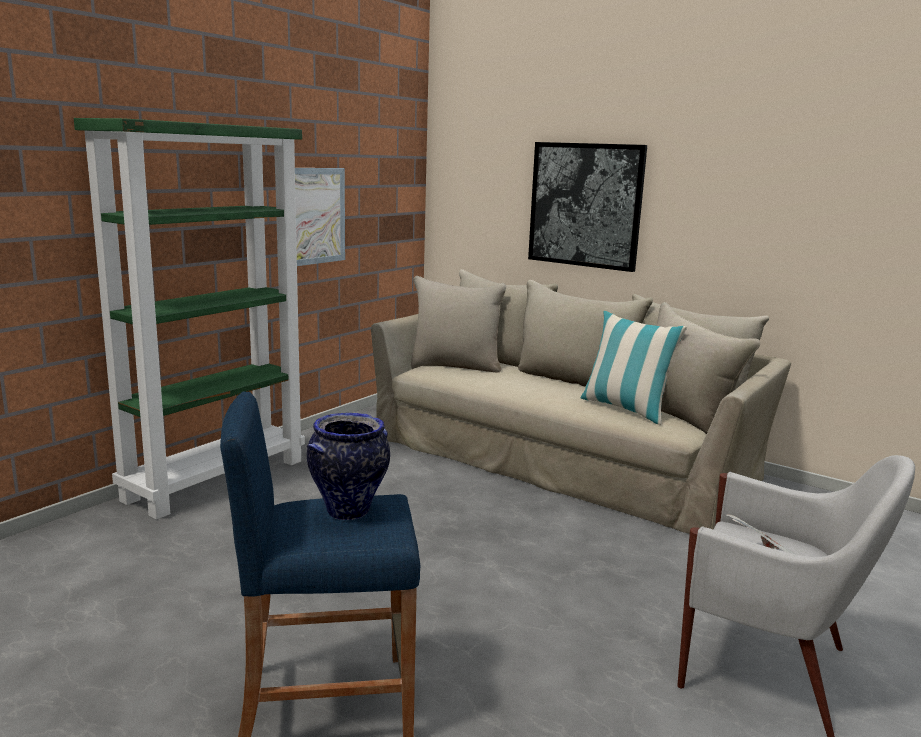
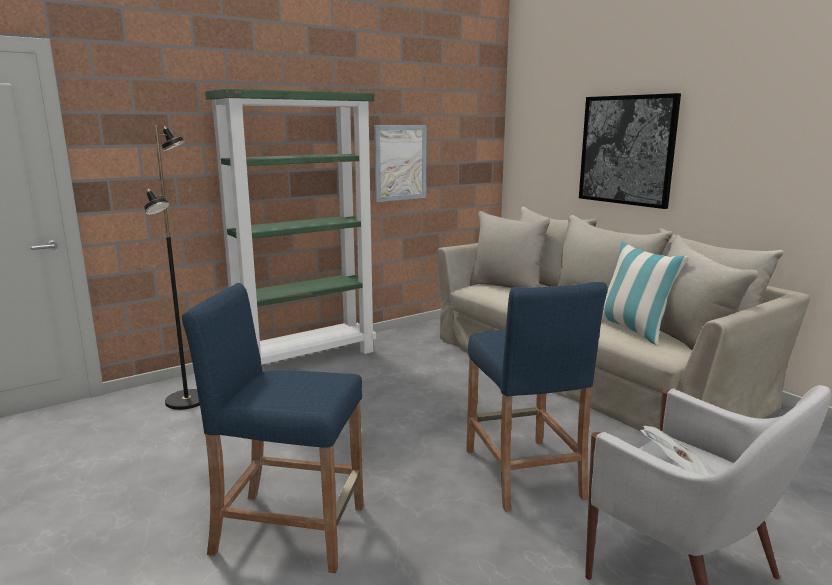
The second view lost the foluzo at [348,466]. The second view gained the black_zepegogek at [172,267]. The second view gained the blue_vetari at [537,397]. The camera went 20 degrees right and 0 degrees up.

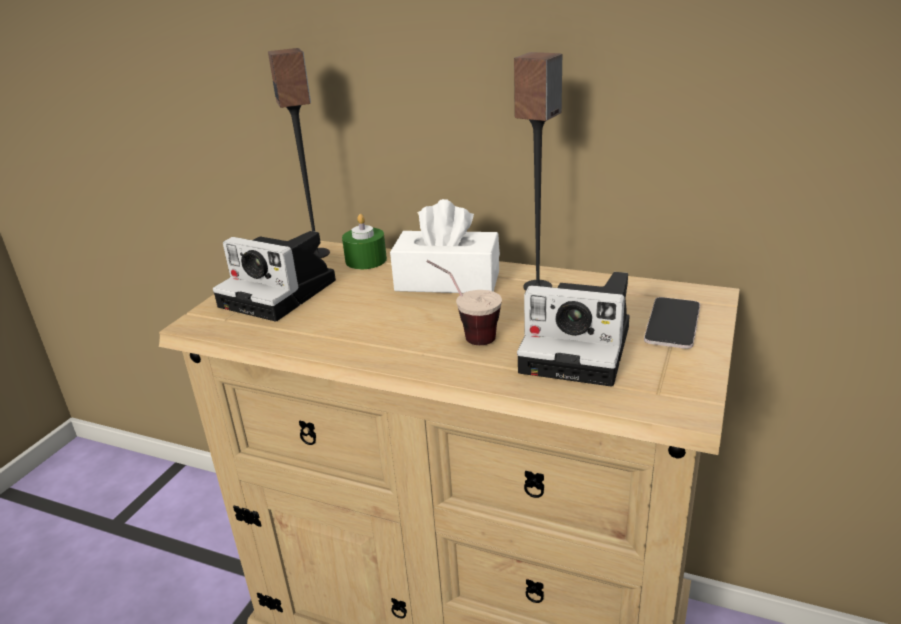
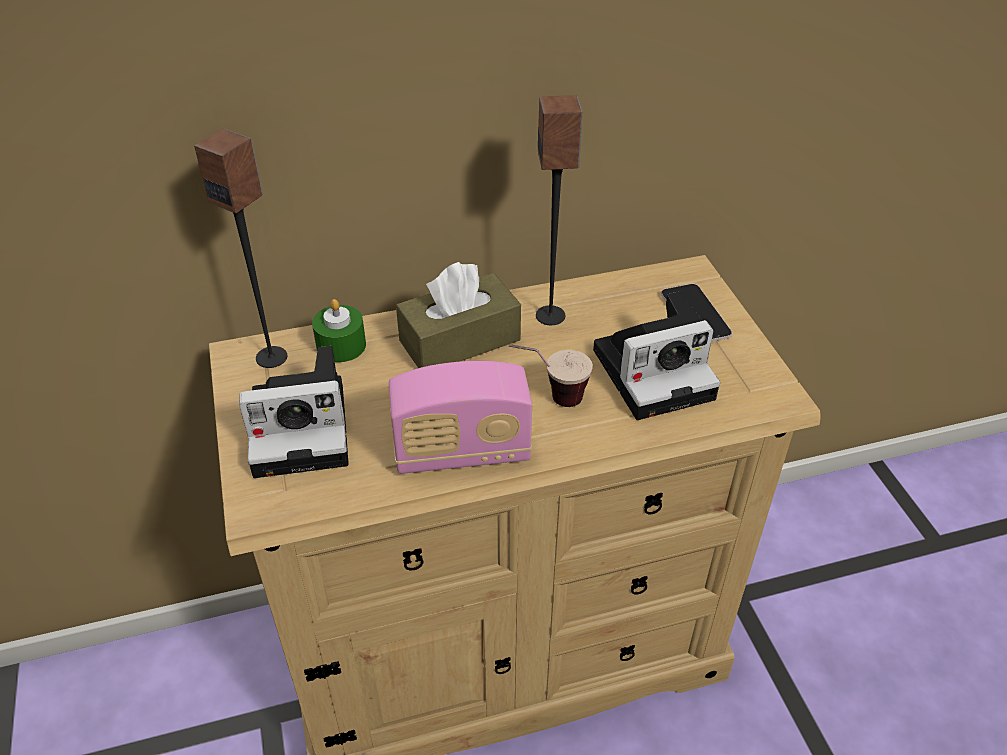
What was the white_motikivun at [445,246] turned into the brown_motikivun at [458,315]. The second view gained the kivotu at [460,417]. The camera went 40 degrees left and 15 degrees up.

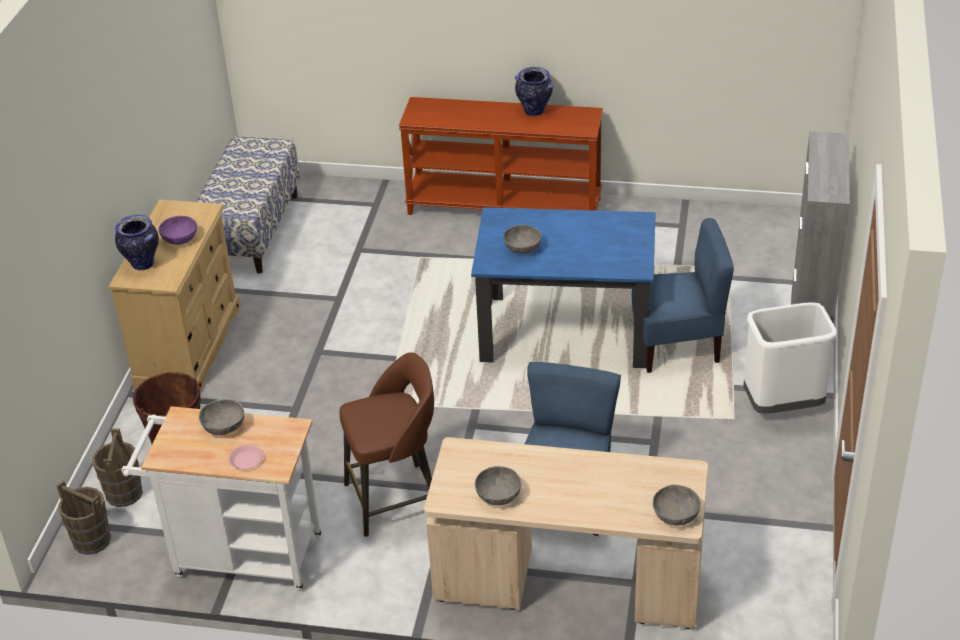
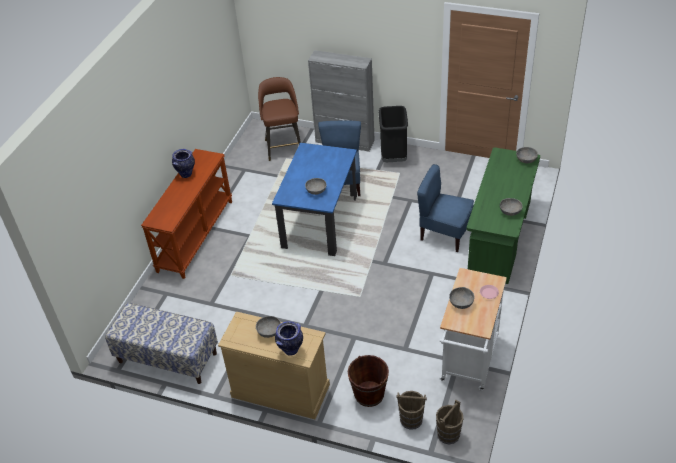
What was the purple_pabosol at [177,230] turned into the grey_pabosol at [268,327]. What was the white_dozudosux at [790,358] turned into the black_dozudosux at [393,134]. The brown_vetari ended up elsewhere, having gone from [387,445] to [279,119]. What was the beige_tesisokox at [566,533] turned into the green_tesisokox at [503,215]. The camera went 80 degrees left and 5 degrees up.

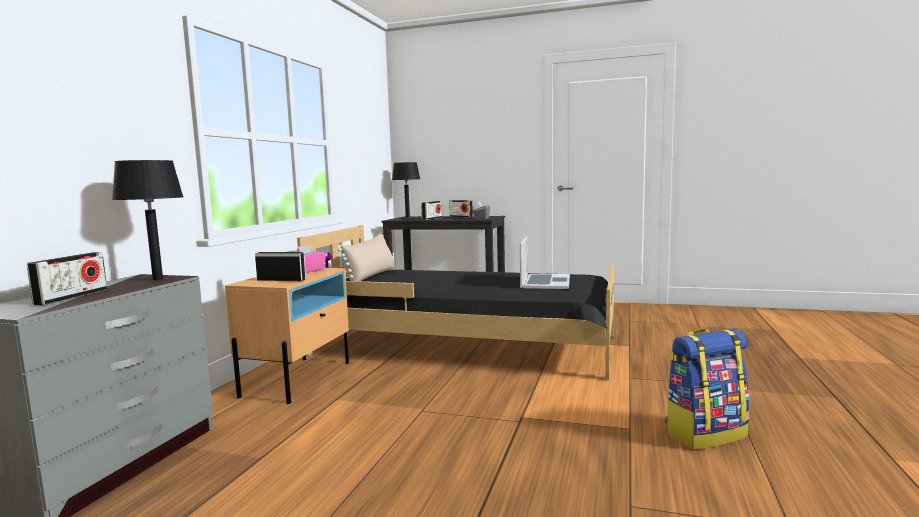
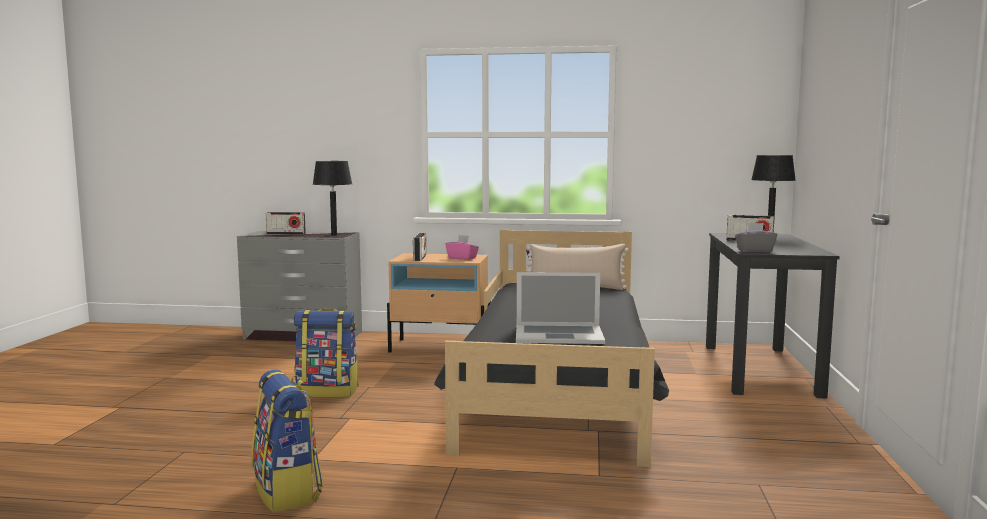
The second view lost the kivotu at [461,209]. The second view gained the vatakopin at [326,352]. The camera went 80 degrees right and 0 degrees up.

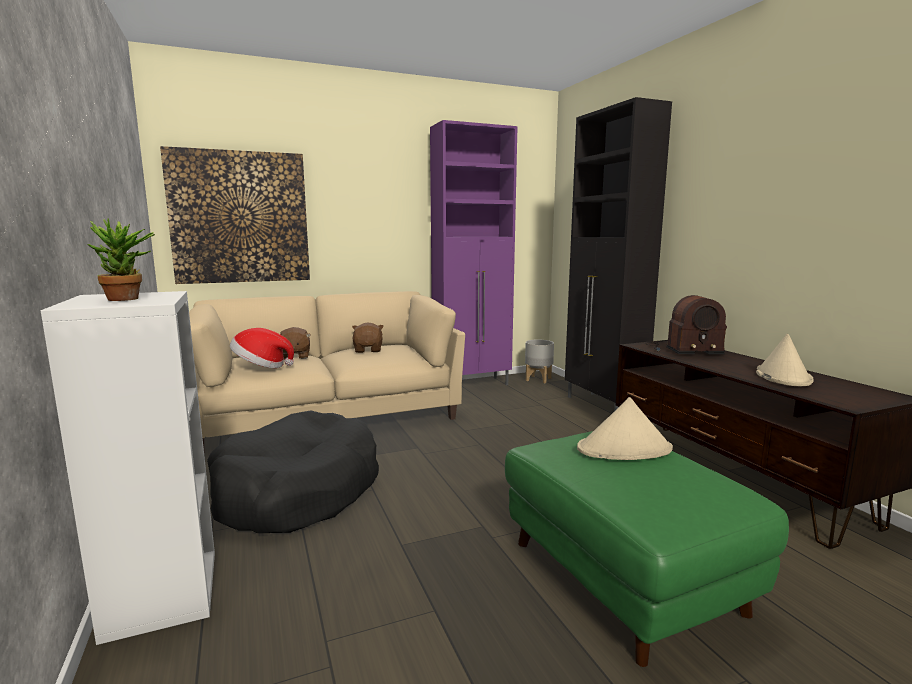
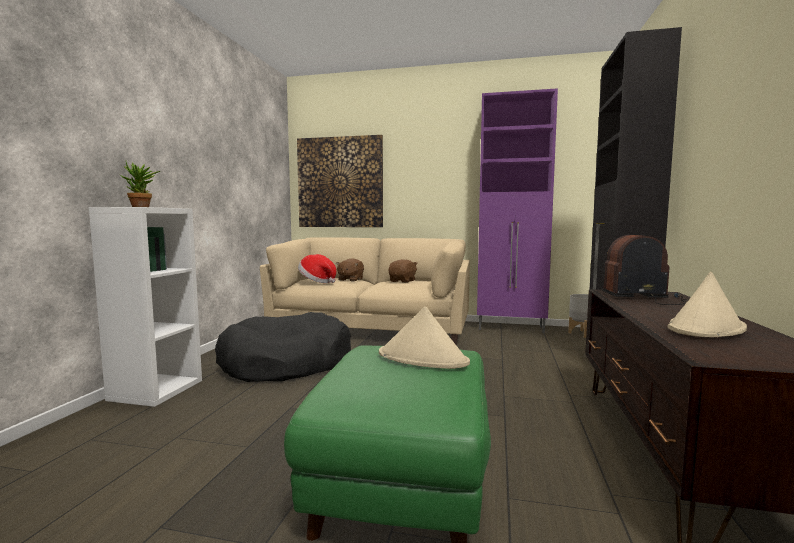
The kivotu at [686,324] ended up facing another way, 150 degrees clockwise from before. The camera went 35 degrees right and 5 degrees down.

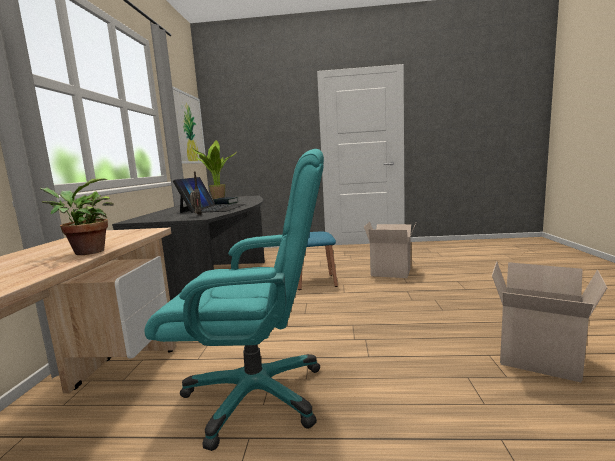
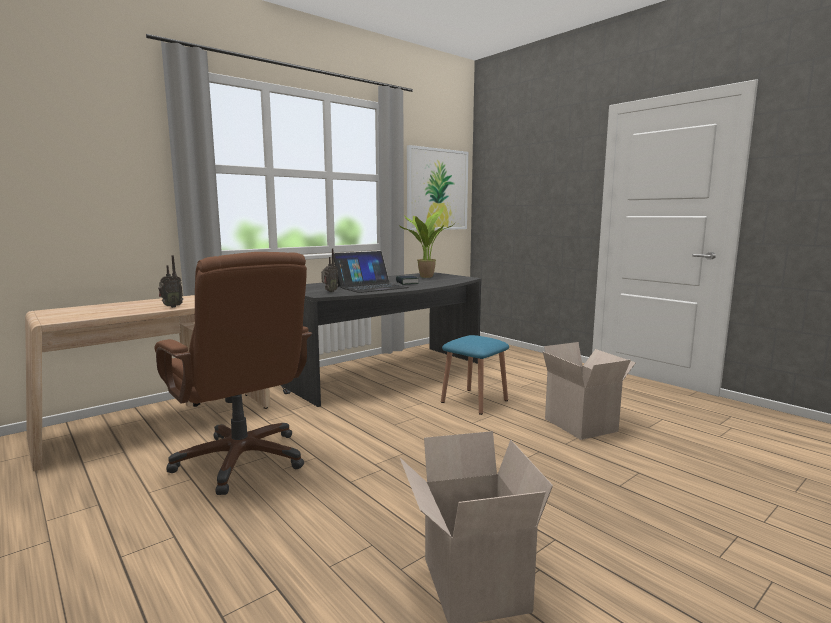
What was the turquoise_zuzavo at [234,300] turned into the brown_zuzavo at [233,373]. Where the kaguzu stood at [77,216], the kivotu came to stand at [170,281]. The camera went 45 degrees right and 0 degrees up.

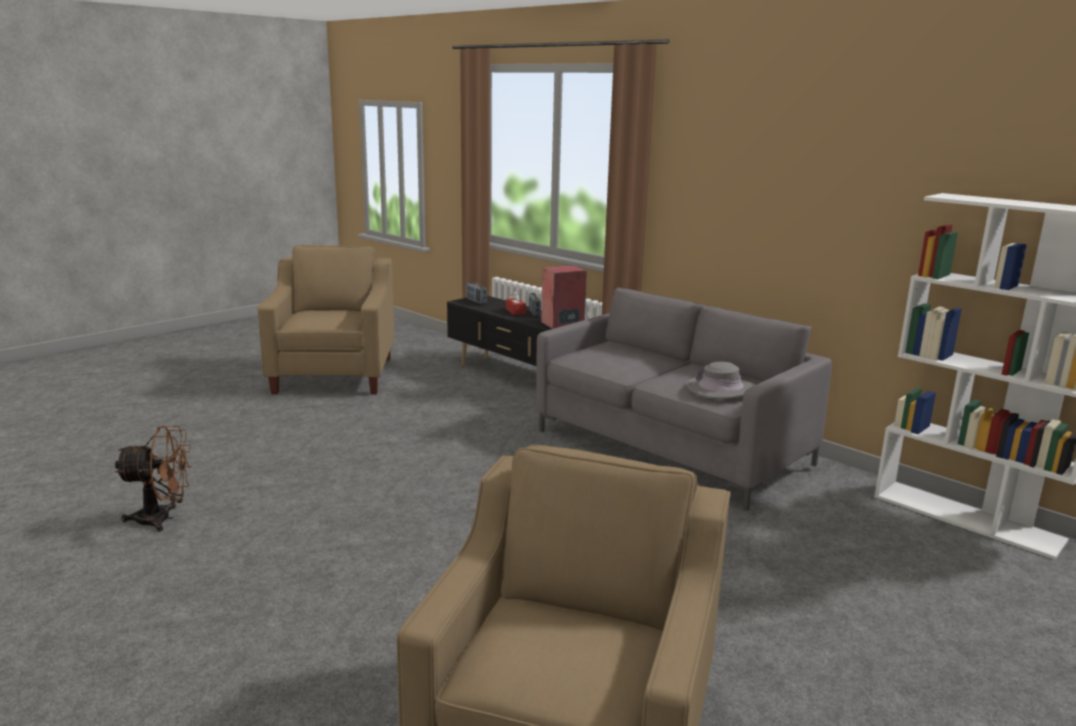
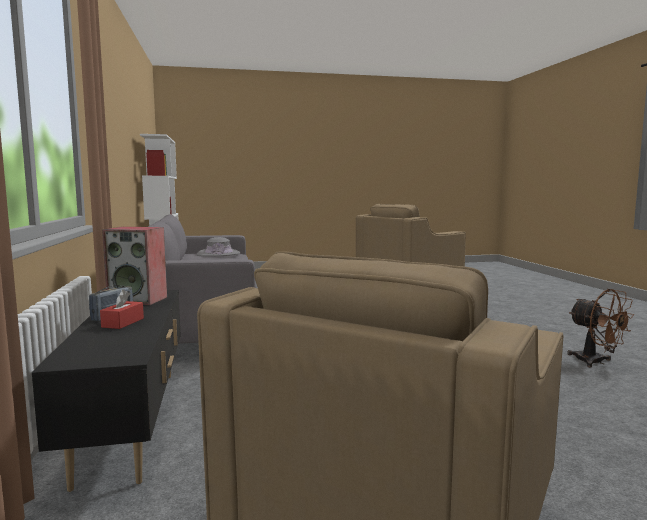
The second view lost the kivotu at [476,293]. The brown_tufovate at [152,478] ended up facing another way, 150 degrees counterclockwise from before. The camera went 145 degrees left and 10 degrees down.

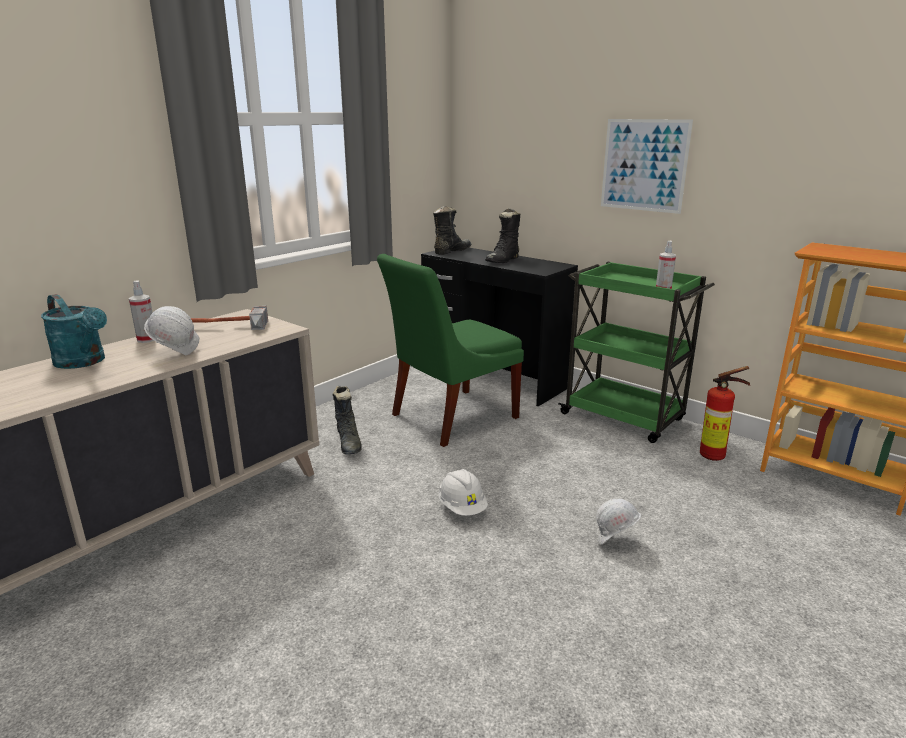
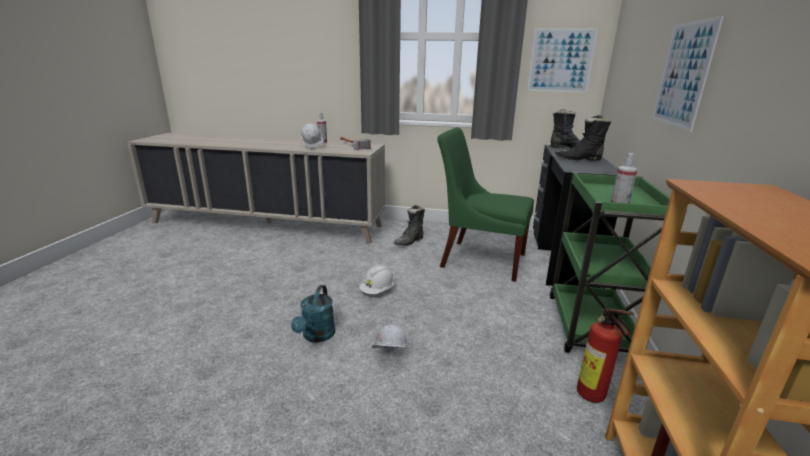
The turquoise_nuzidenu ended up elsewhere, having gone from [74,331] to [313,314]. The second view gained the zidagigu at [562,60]. The camera went 60 degrees right and 0 degrees up.

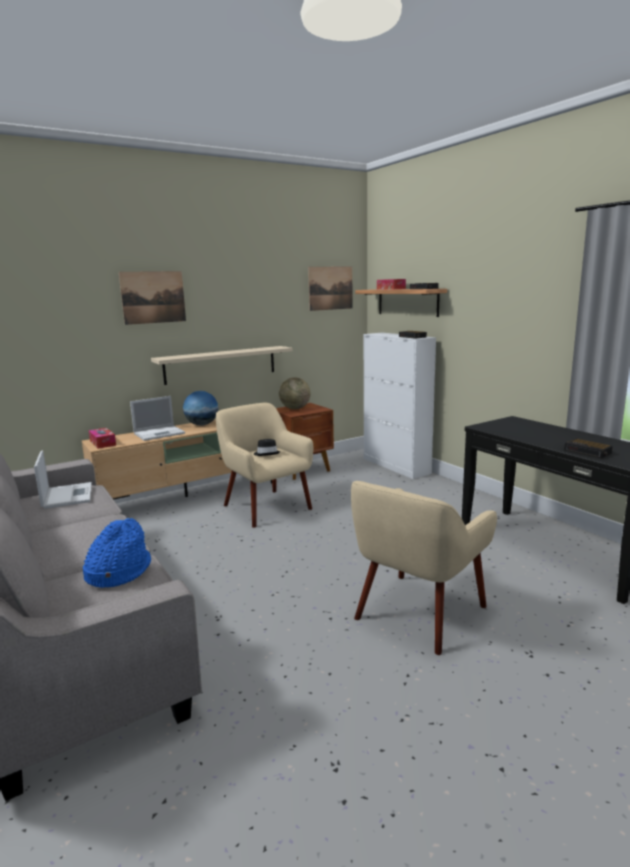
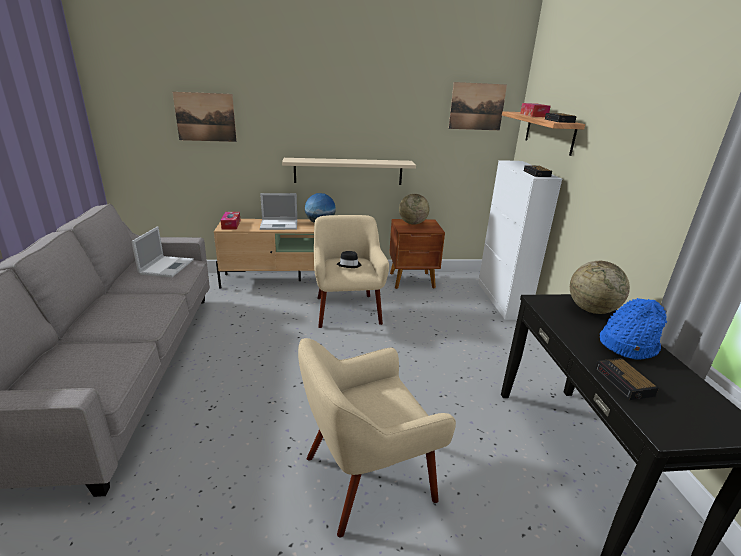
The zidagigu ended up elsewhere, having gone from [152,298] to [205,117]. The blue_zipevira ended up elsewhere, having gone from [117,553] to [633,329]. The second view gained the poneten at [600,287]. The camera went 25 degrees right and 10 degrees up.

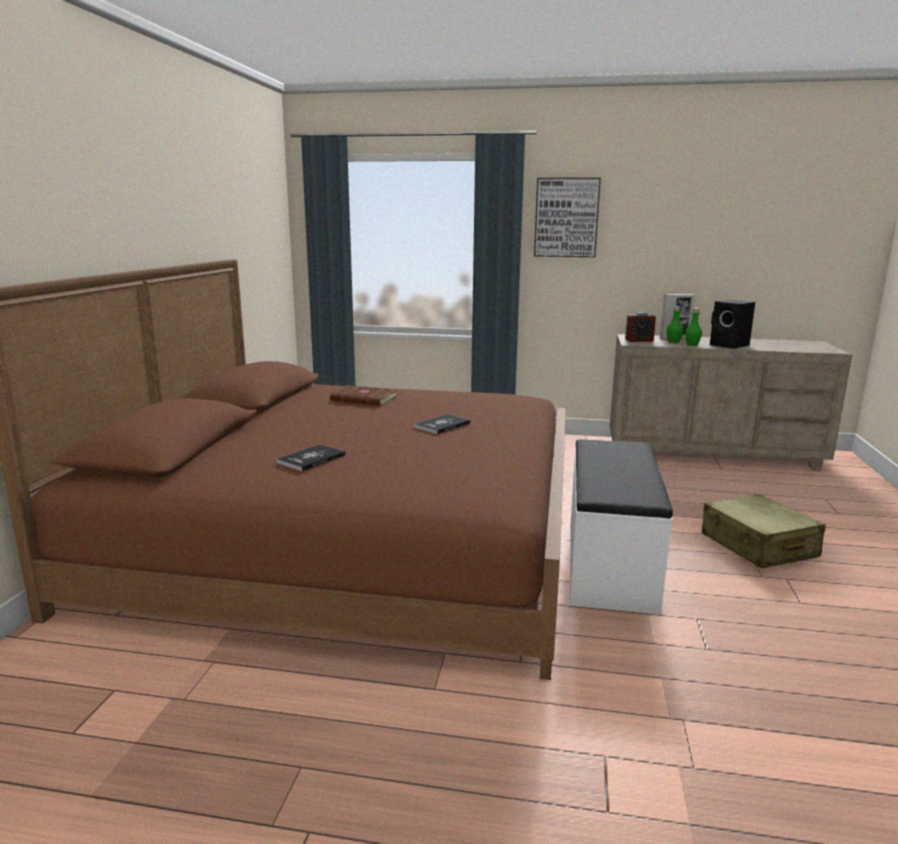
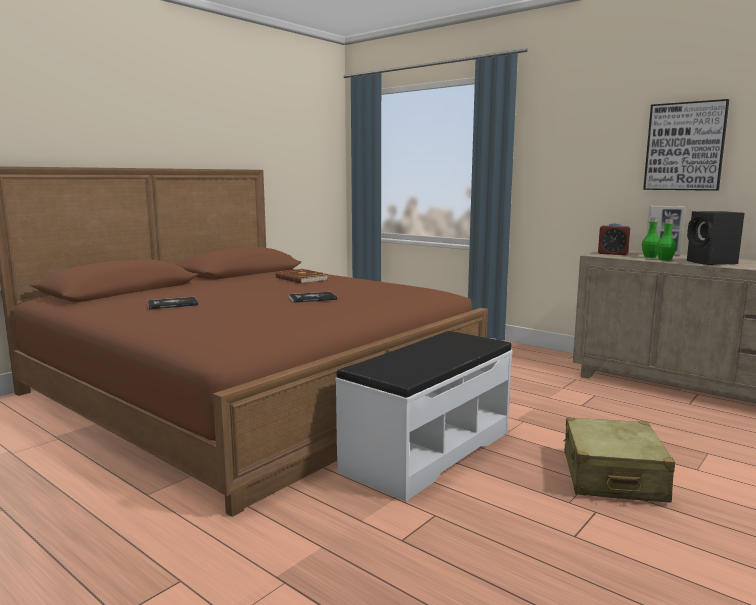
The zidagigu ended up elsewhere, having gone from [567,217] to [686,145]. The camera went 30 degrees right and 5 degrees down.

